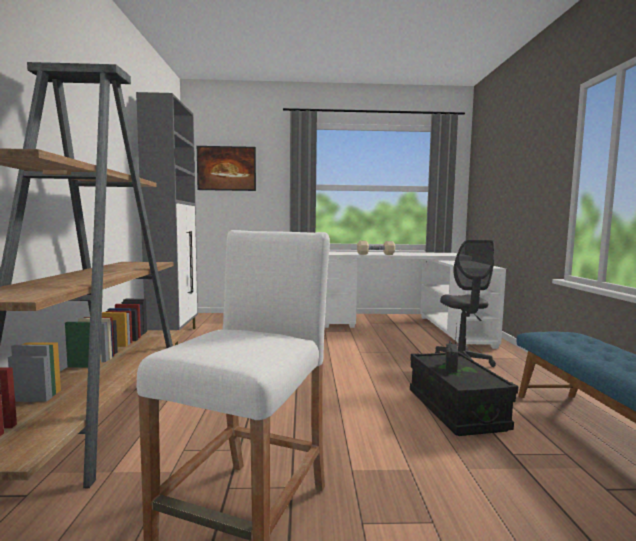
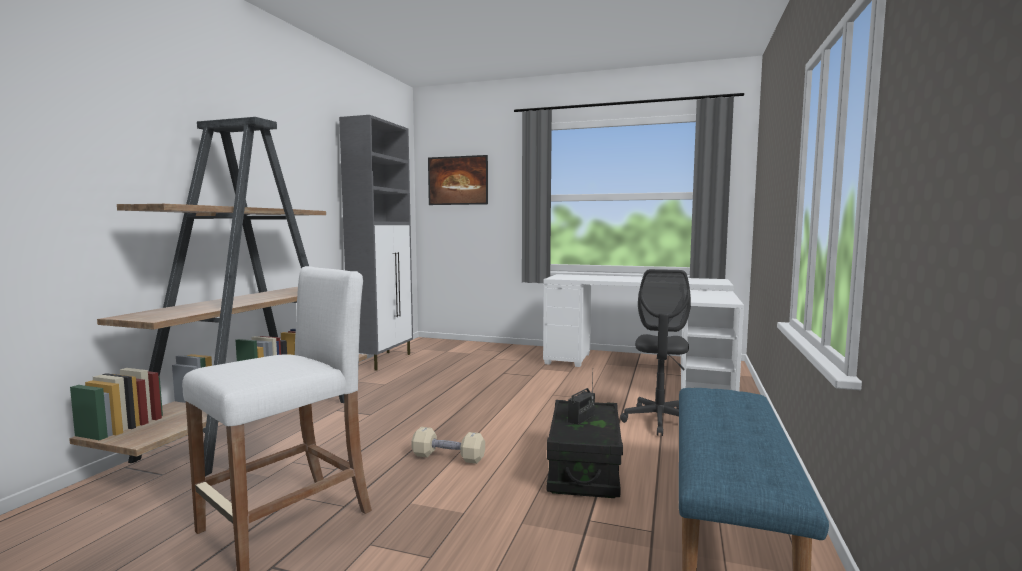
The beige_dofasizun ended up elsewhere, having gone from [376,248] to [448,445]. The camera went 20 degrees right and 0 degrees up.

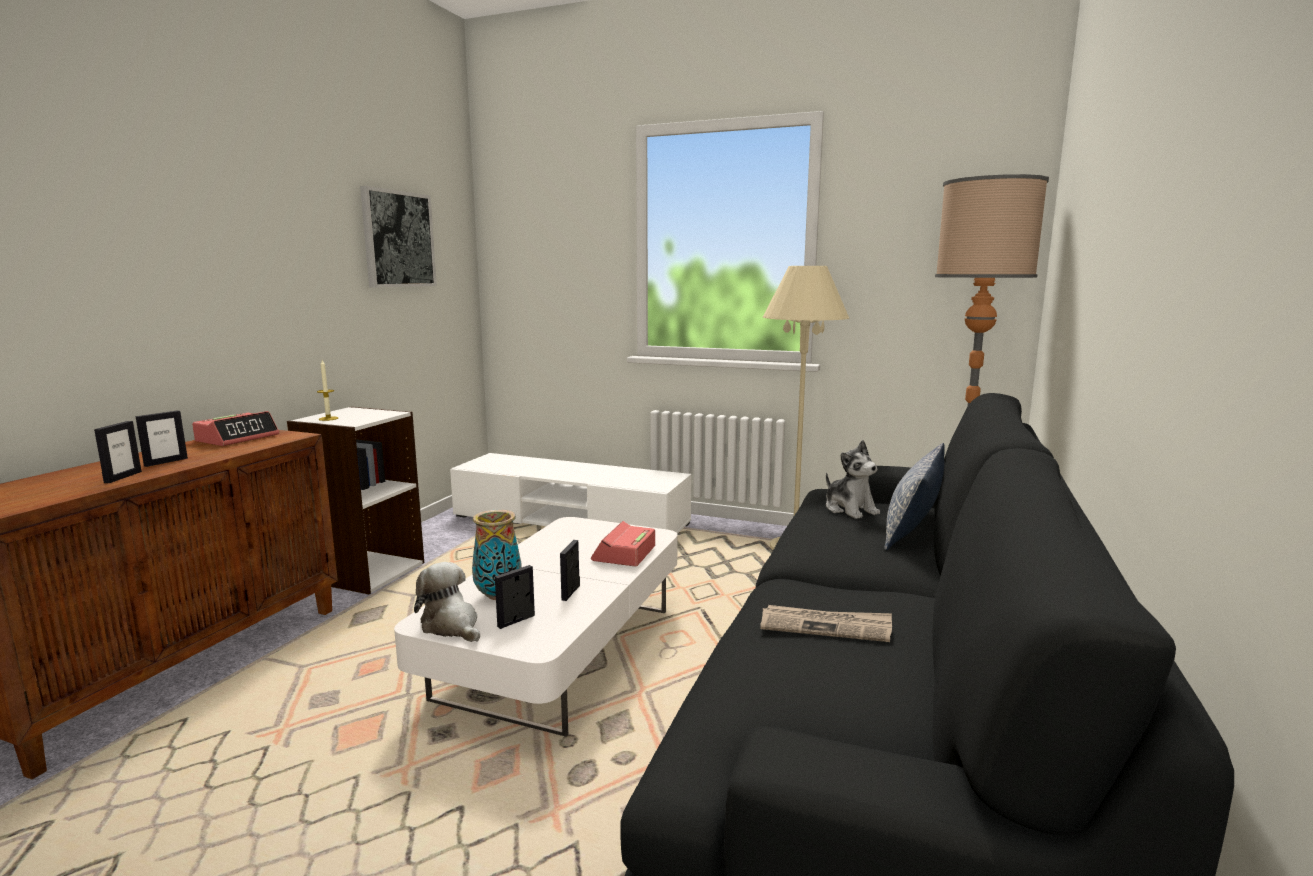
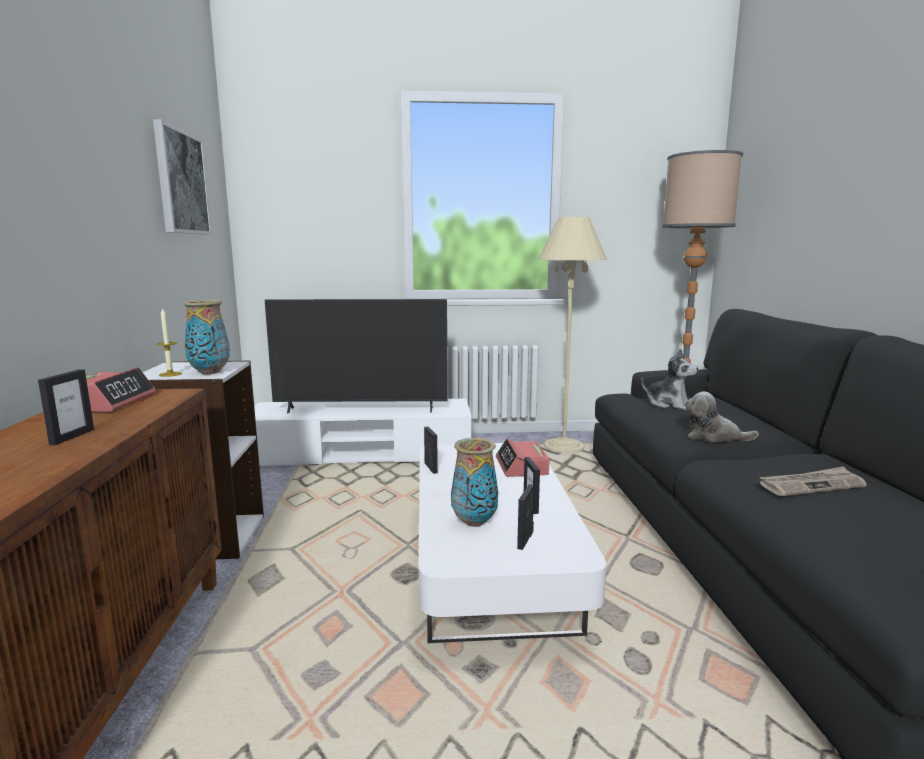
The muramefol ended up elsewhere, having gone from [118,452] to [431,450]. The second view lost the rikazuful at [915,496]. The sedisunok ended up elsewhere, having gone from [447,602] to [722,416]. The second view gained the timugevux at [356,356]. The second view gained the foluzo at [206,337]. The camera went 25 degrees left and 0 degrees up.

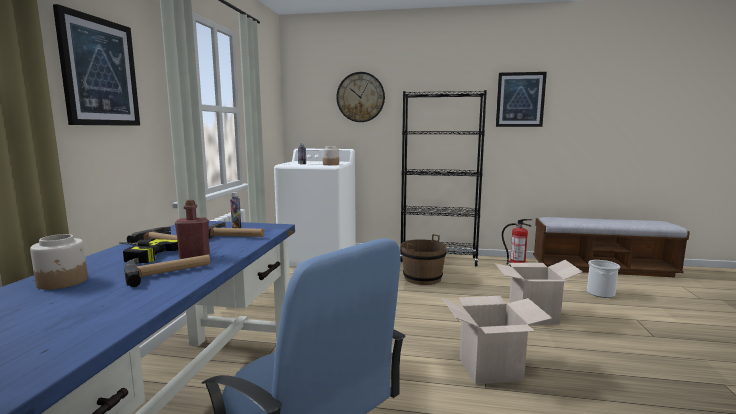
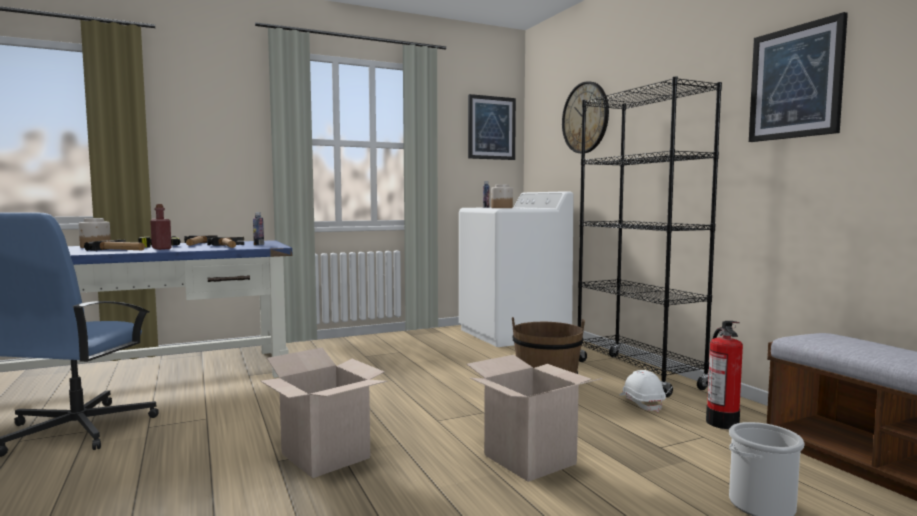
The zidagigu ended up elsewhere, having gone from [96,65] to [492,127]. The second view gained the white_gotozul at [643,391]. The camera went 55 degrees right and 5 degrees down.

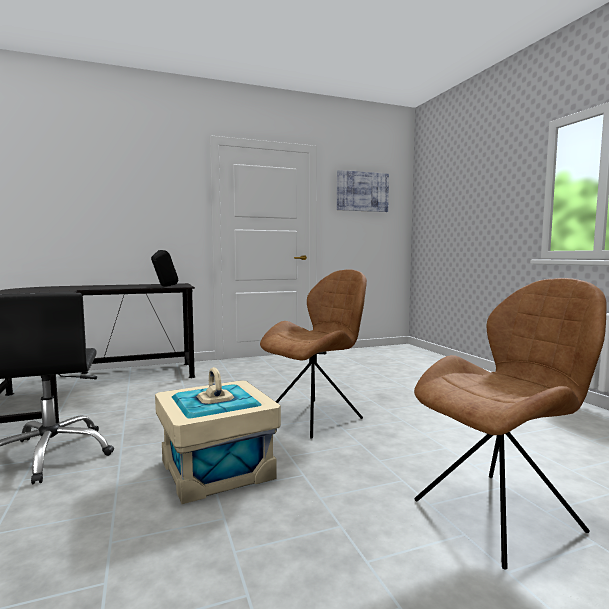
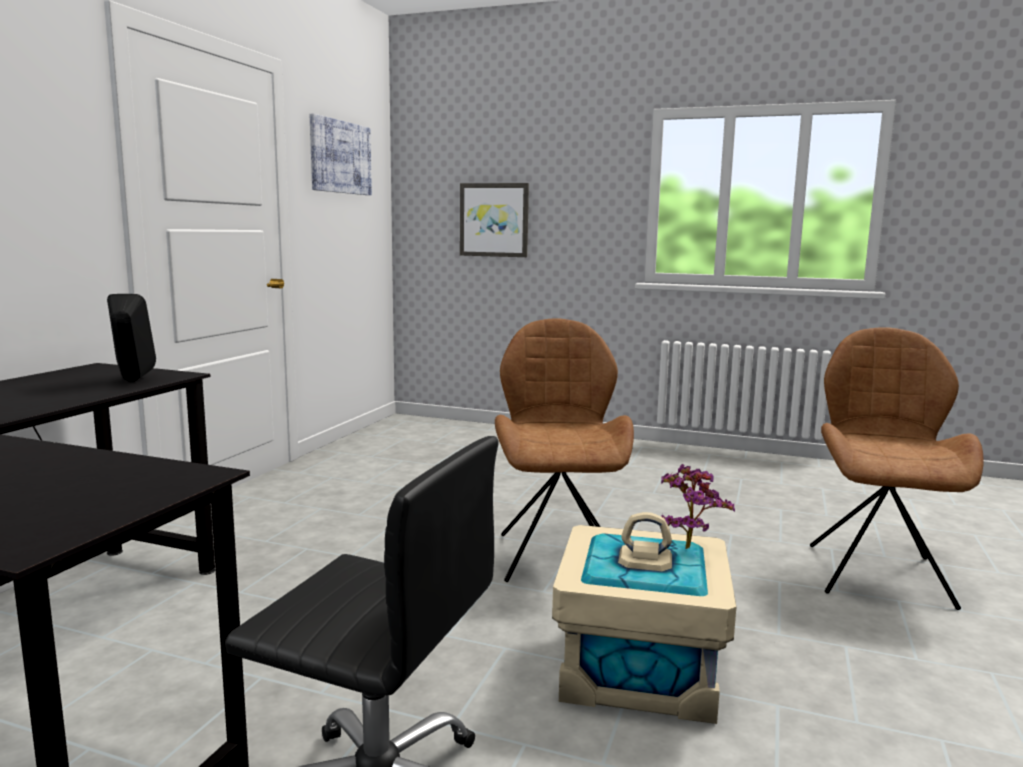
The second view gained the zidagigu at [494,220]. The second view gained the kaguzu at [698,506]. The camera went 50 degrees left and 5 degrees up.

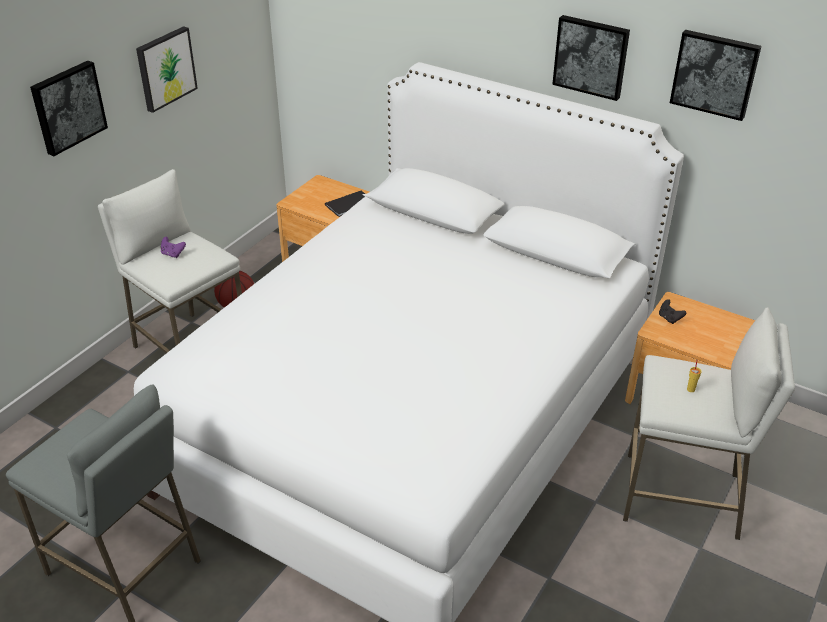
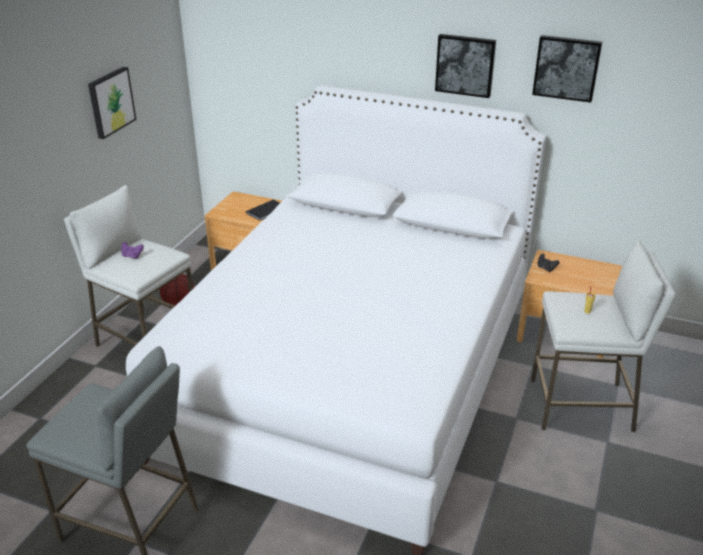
The second view lost the zidagigu at [69,108]. The camera went 10 degrees left and 5 degrees down.

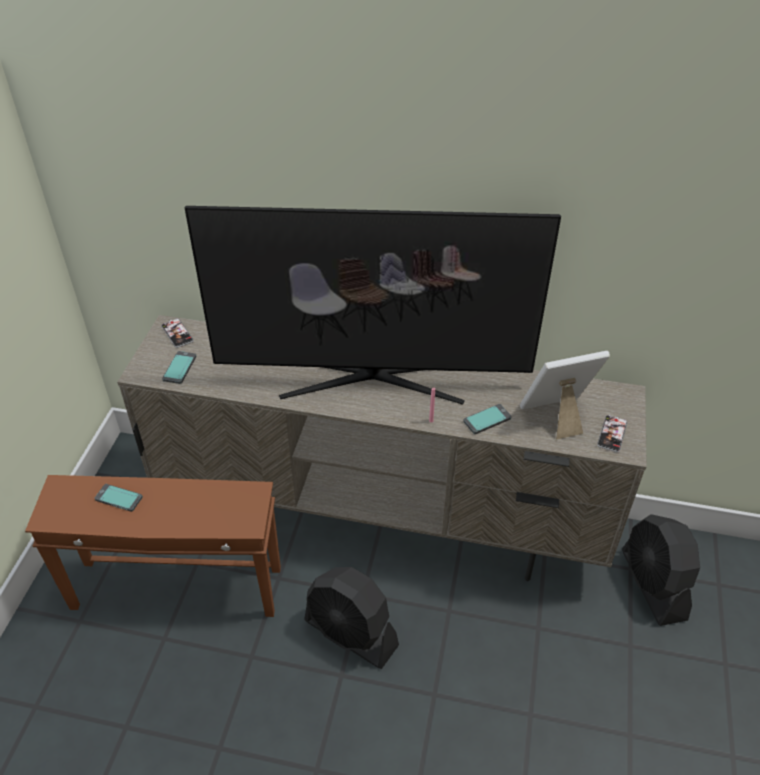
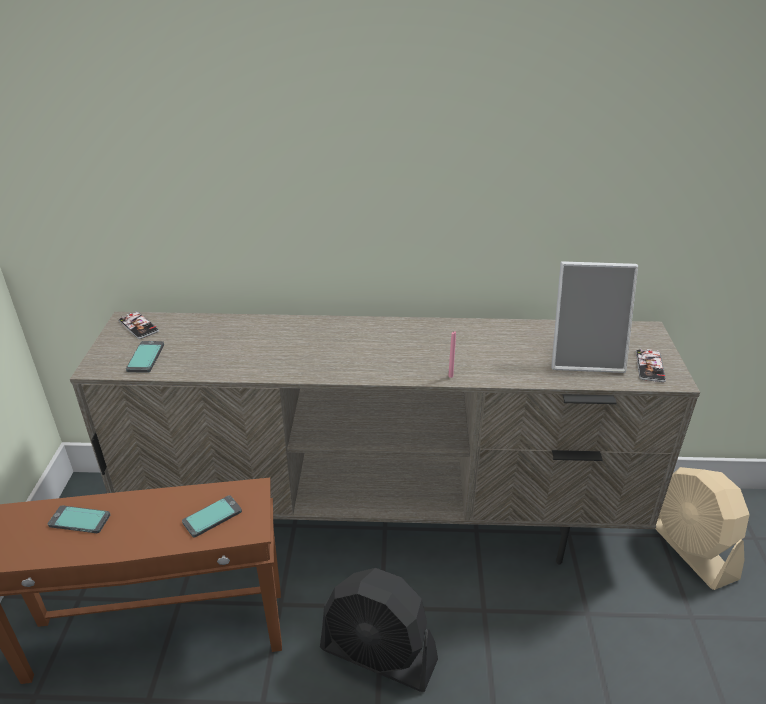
The second view lost the timugevux at [372,305]. The muramefol at [565,395] ended up facing another way, 150 degrees counterclockwise from before. The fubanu ended up elsewhere, having gone from [487,419] to [212,516]. What was the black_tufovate at [661,570] turned into the beige_tufovate at [703,528]. The camera went 10 degrees left and 10 degrees down.

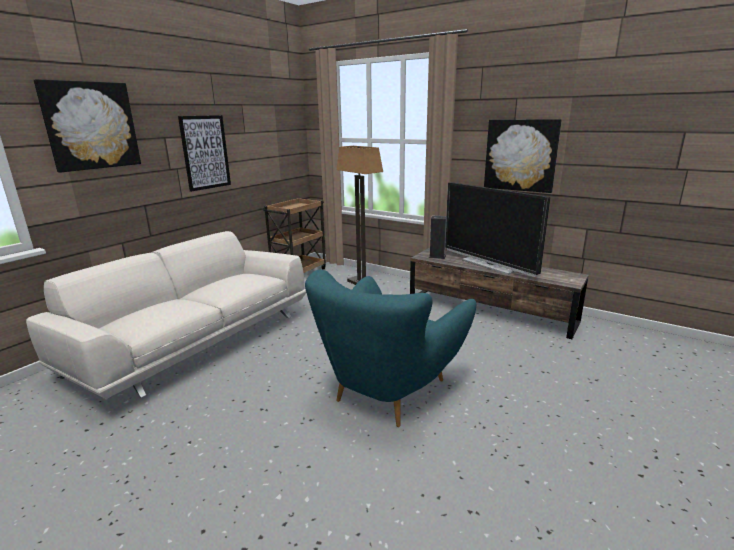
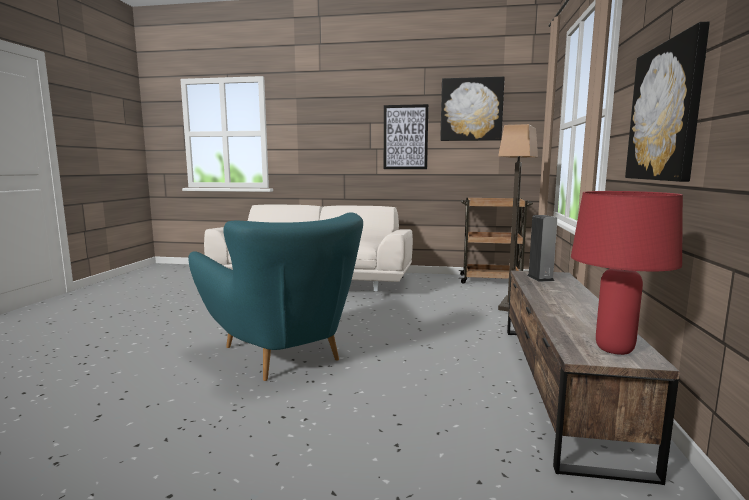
The zidagigu ended up elsewhere, having gone from [87,126] to [472,109]. The second view lost the timugevux at [497,229]. The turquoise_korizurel at [390,348] ended up facing another way, 135 degrees counterclockwise from before. The second view gained the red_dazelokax at [627,273]. The camera went 65 degrees right and 10 degrees down.

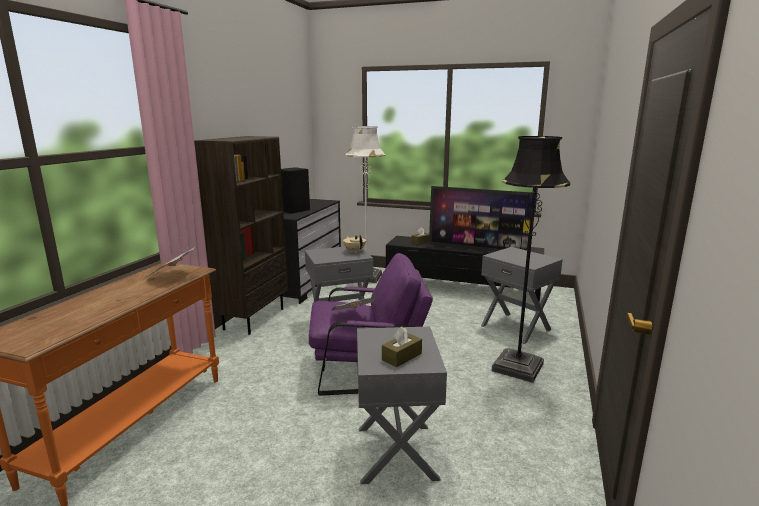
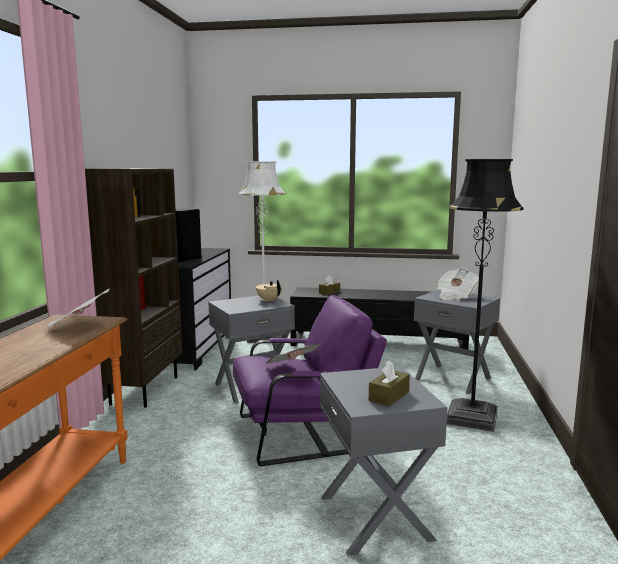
The second view lost the timugevux at [483,219]. The second view gained the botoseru at [458,284]. The camera went 10 degrees left and 5 degrees down.

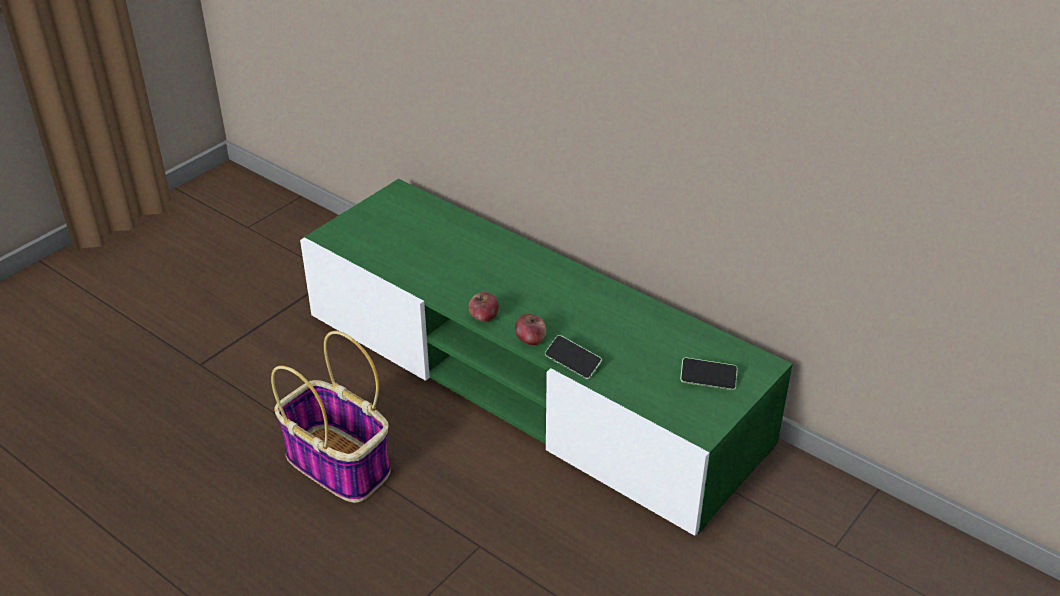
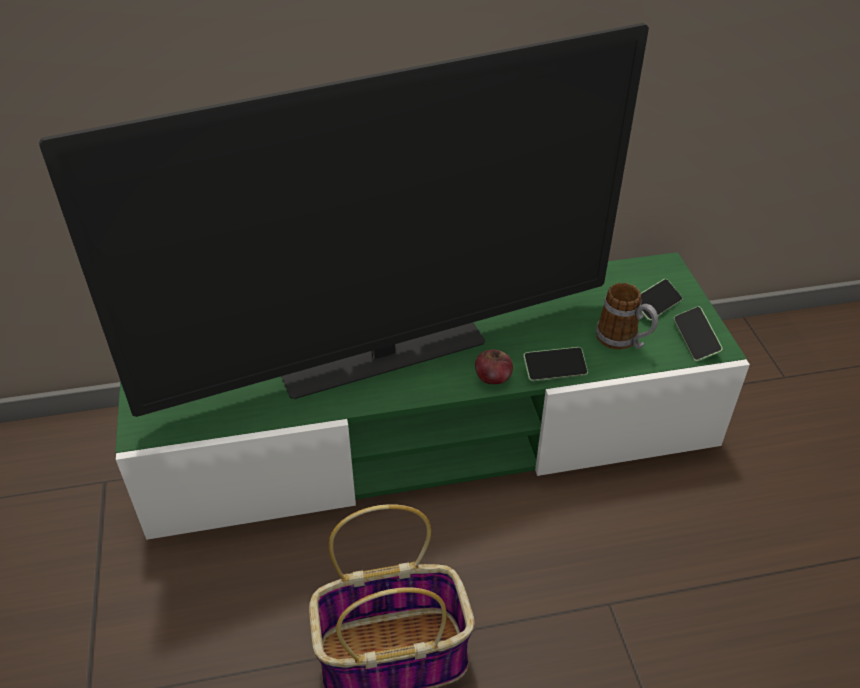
The second view lost the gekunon at [484,307]. The second view gained the timugevux at [344,220]. The second view gained the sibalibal at [627,316]. The second view gained the fubanu at [698,333]. The camera went 50 degrees left and 5 degrees up.

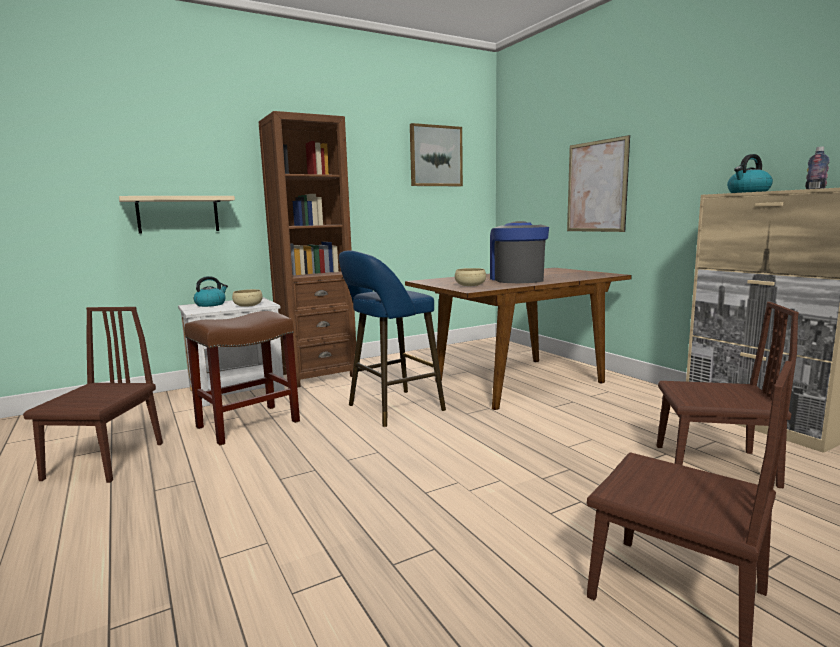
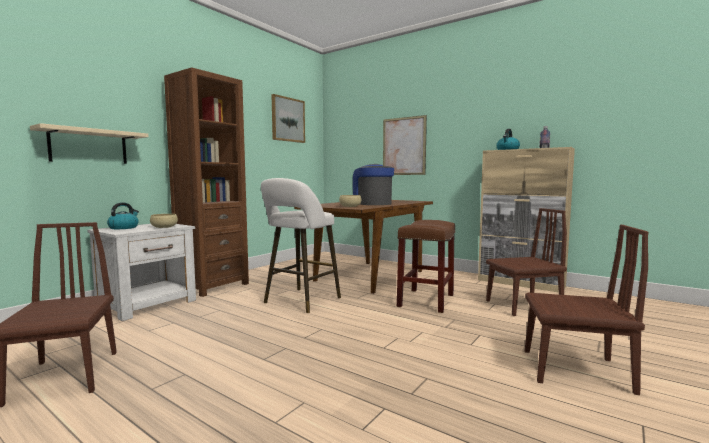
What was the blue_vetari at [392,338] turned into the white_vetari at [301,245]. The brown_vetari ended up elsewhere, having gone from [242,378] to [426,266]. The camera went 25 degrees left and 5 degrees down.

